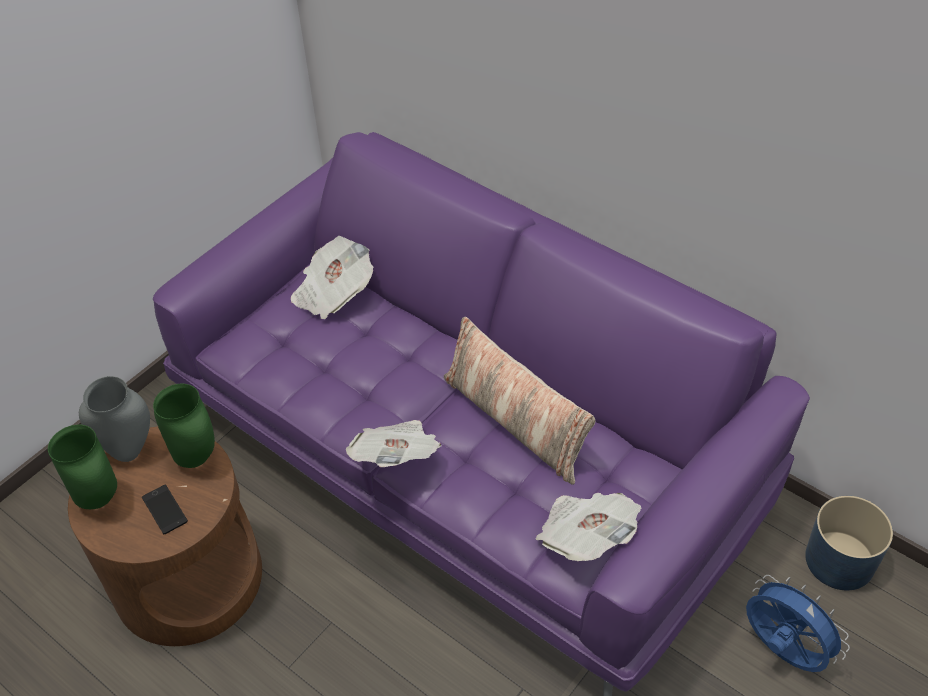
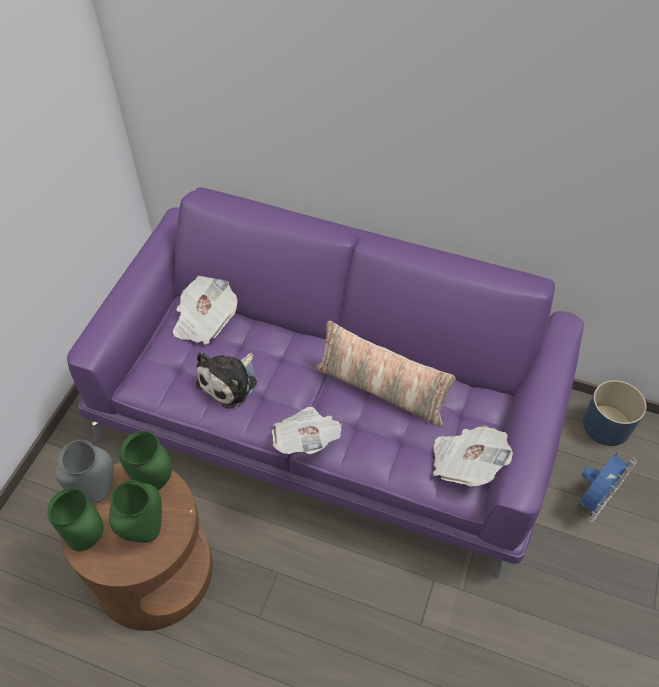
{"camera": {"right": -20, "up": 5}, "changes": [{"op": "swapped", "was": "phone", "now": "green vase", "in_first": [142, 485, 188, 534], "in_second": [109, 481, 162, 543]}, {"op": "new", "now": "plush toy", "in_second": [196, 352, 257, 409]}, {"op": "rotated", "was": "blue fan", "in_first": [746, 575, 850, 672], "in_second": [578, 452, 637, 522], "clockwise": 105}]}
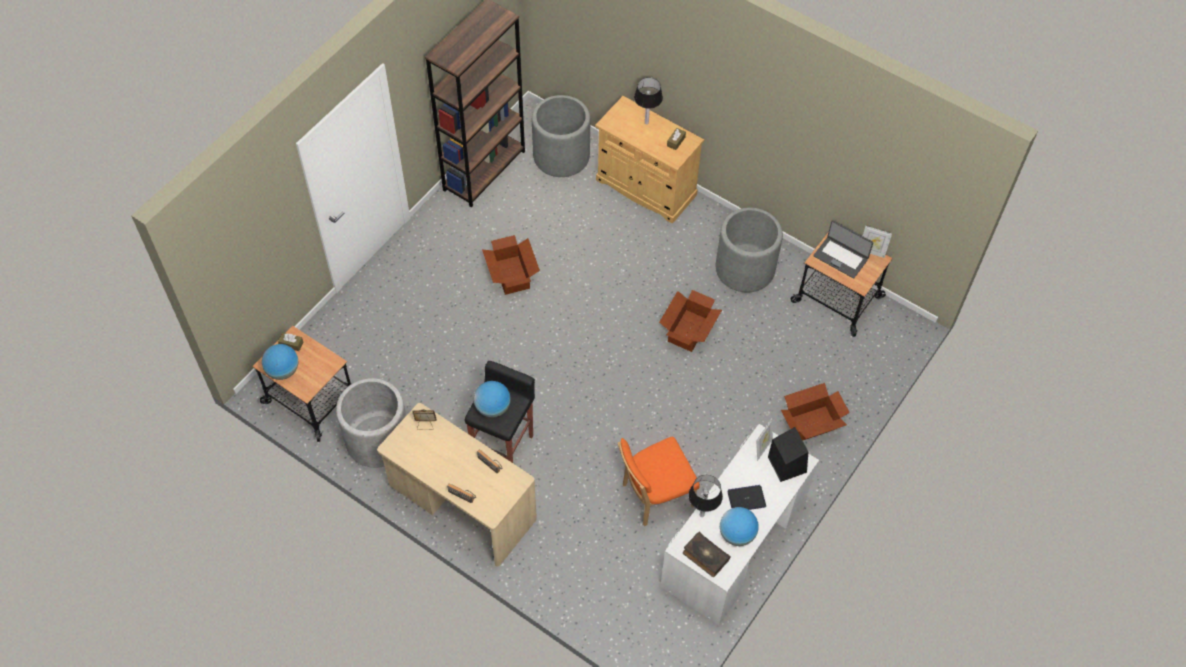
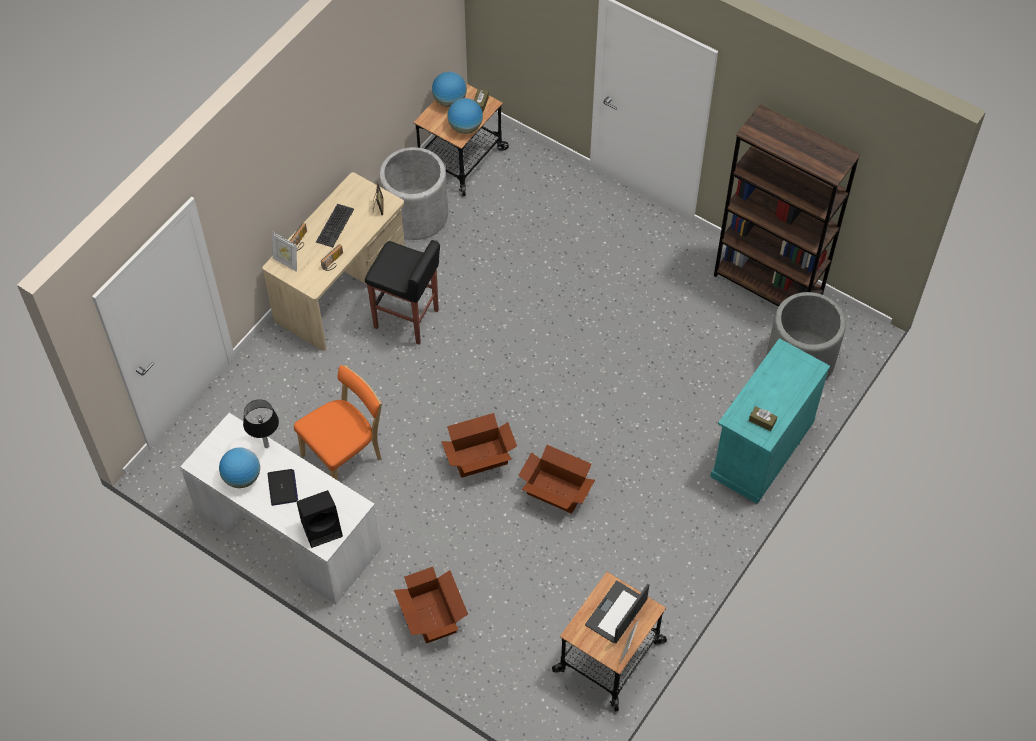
{"camera": {"right": 90, "up": 0}, "changes": [{"op": "shifted", "was": "picture frame", "in_first": [756, 419, 773, 461], "in_second": [272, 232, 297, 272]}, {"op": "rotated", "was": "orange chair", "in_first": [618, 437, 700, 526], "in_second": [294, 365, 382, 480], "clockwise": 75}, {"op": "new", "now": "keyboard", "in_second": [316, 204, 354, 247]}, {"op": "shifted", "was": "cardboard box", "in_first": [482, 235, 540, 295], "in_second": [441, 413, 517, 478]}, {"op": "shifted", "was": "globe", "in_first": [474, 381, 511, 418], "in_second": [448, 98, 483, 134]}, {"op": "repainted", "was": "beige cabinet", "now": "turquoise cabinet", "in_first": [595, 96, 704, 224], "in_second": [710, 338, 830, 504]}, {"op": "gone", "was": "table lamp", "in_first": [634, 77, 663, 124]}, {"op": "gone", "was": "book", "in_first": [683, 532, 731, 577]}, {"op": "gone", "was": "grey planter", "in_first": [716, 208, 783, 292]}]}
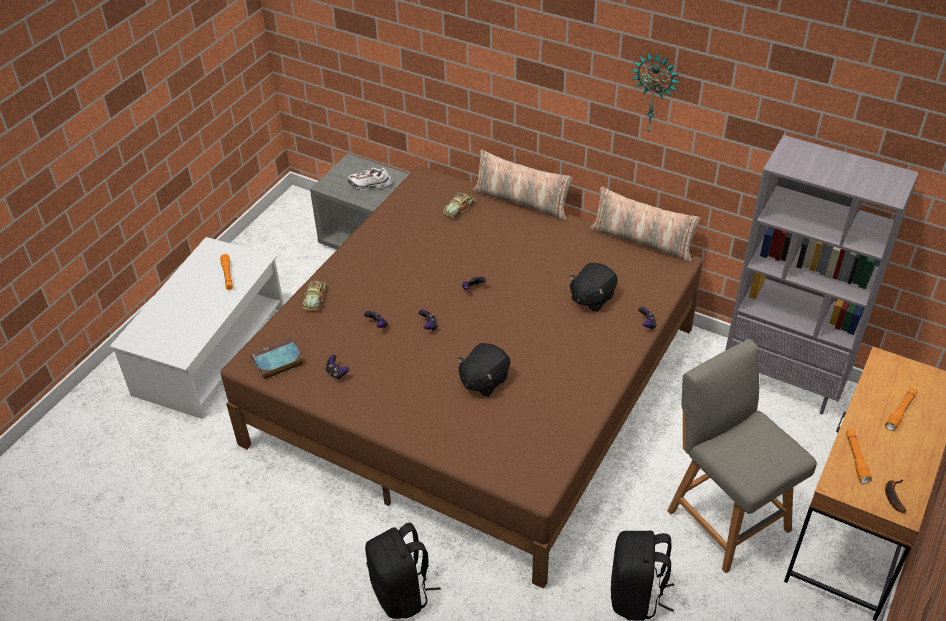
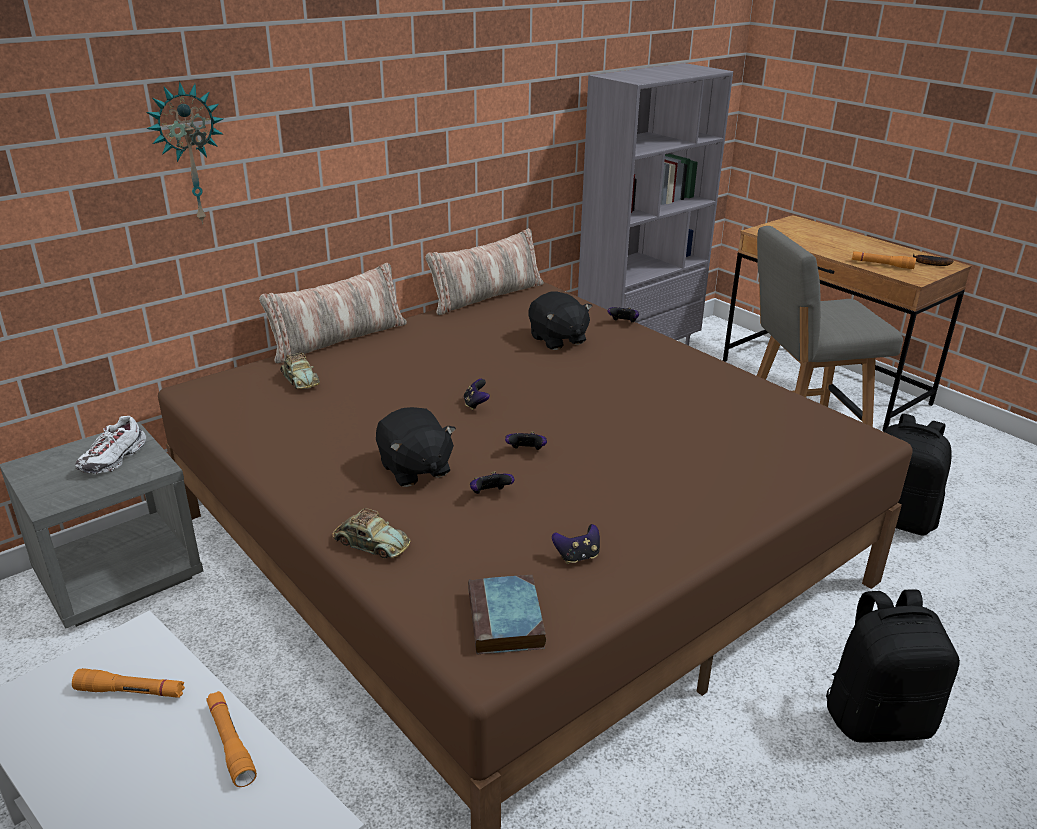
{"camera": {"right": -70, "up": -15}, "changes": [{"op": "shifted", "was": "wall clock", "in_first": [632, 52, 680, 134], "in_second": [146, 81, 223, 224]}, {"op": "shifted", "was": "orange flashlight", "in_first": [885, 387, 918, 431], "in_second": [206, 691, 257, 787]}, {"op": "shifted", "was": "black plush toy", "in_first": [457, 343, 511, 397], "in_second": [376, 407, 456, 487]}]}
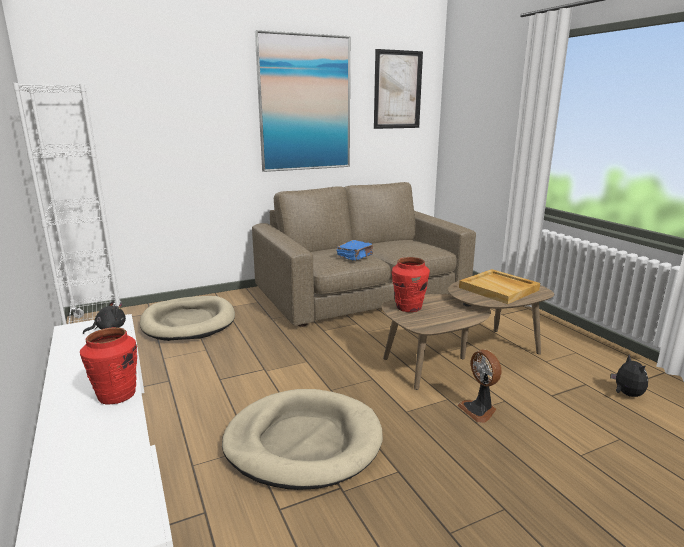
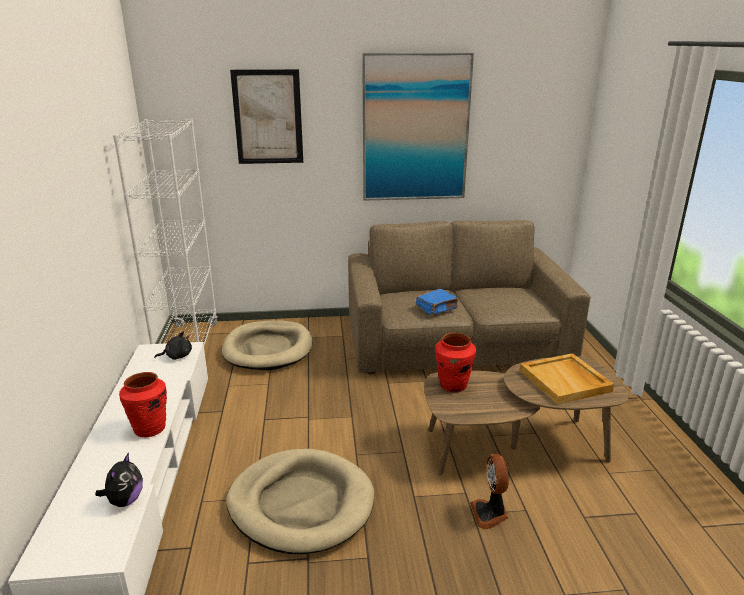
{"camera": {"right": 20, "up": 5}, "changes": [{"op": "shifted", "was": "plush toy", "in_first": [611, 355, 648, 397], "in_second": [95, 452, 143, 507]}, {"op": "shifted", "was": "picture", "in_first": [374, 49, 423, 129], "in_second": [230, 69, 303, 164]}]}
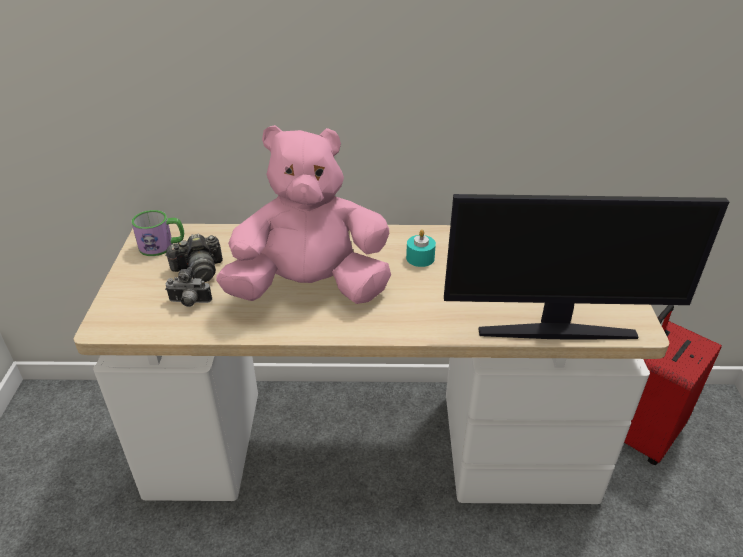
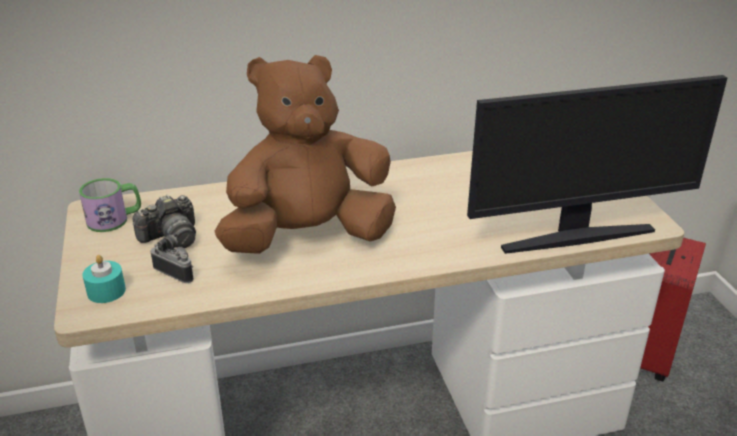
{"camera": {"right": -15, "up": -5}, "changes": [{"op": "shifted", "was": "turquoise candle", "in_first": [406, 230, 436, 267], "in_second": [82, 255, 126, 303]}, {"op": "rotated", "was": "photo camera", "in_first": [165, 267, 212, 307], "in_second": [151, 233, 194, 283], "clockwise": -135}, {"op": "repainted", "was": "pink plush toy", "now": "brown plush toy", "in_first": [216, 125, 391, 304], "in_second": [215, 55, 396, 254]}]}
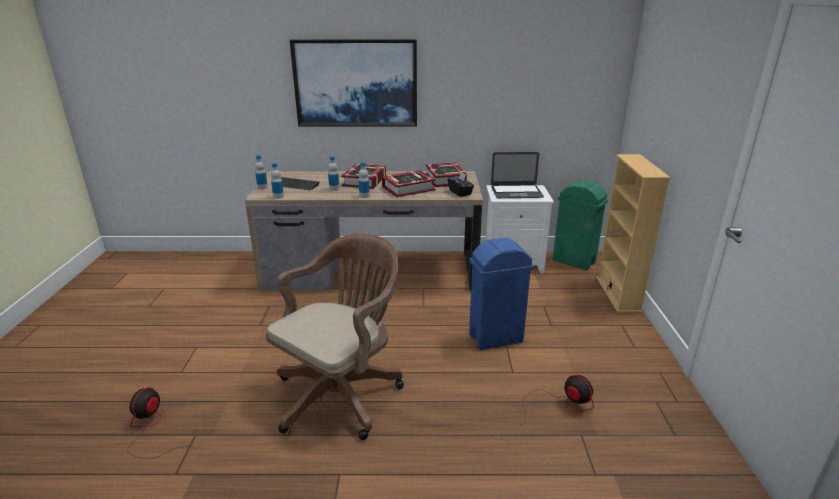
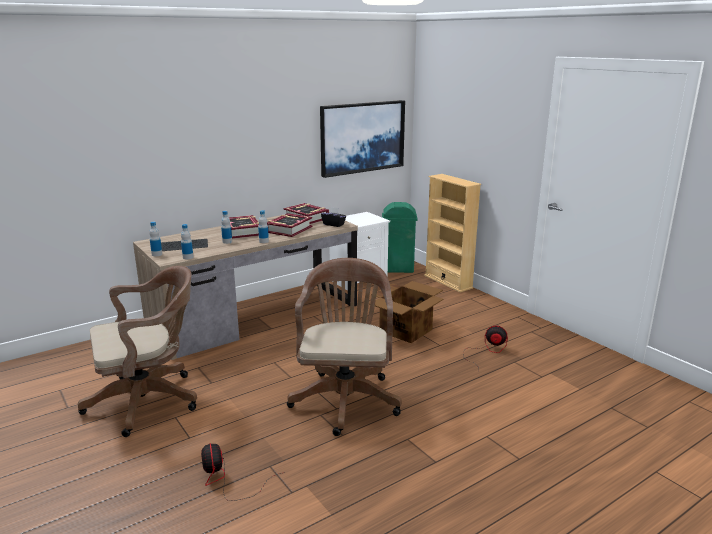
{"camera": {"right": -35, "up": -5}, "changes": [{"op": "new", "now": "brown office chair", "in_second": [78, 266, 197, 437]}, {"op": "shifted", "was": "picture", "in_first": [290, 39, 417, 127], "in_second": [320, 100, 405, 178]}, {"op": "swapped", "was": "blue trash can", "now": "cardboard box", "in_first": [469, 238, 534, 350], "in_second": [369, 281, 444, 343]}, {"op": "gone", "was": "laptop", "in_first": [491, 152, 544, 198]}]}
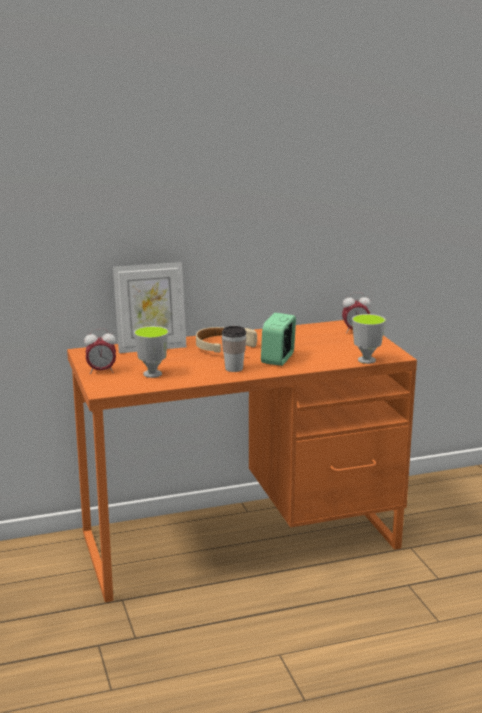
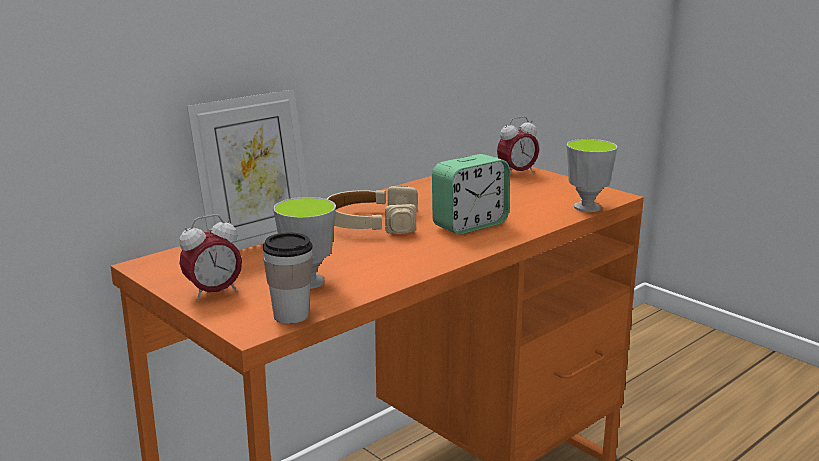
{"camera": {"right": -25, "up": 0}, "changes": [{"op": "shifted", "was": "cup", "in_first": [222, 326, 246, 372], "in_second": [263, 232, 313, 324]}, {"op": "rotated", "was": "alarm clock", "in_first": [261, 313, 296, 366], "in_second": [432, 154, 510, 234], "clockwise": -120}]}
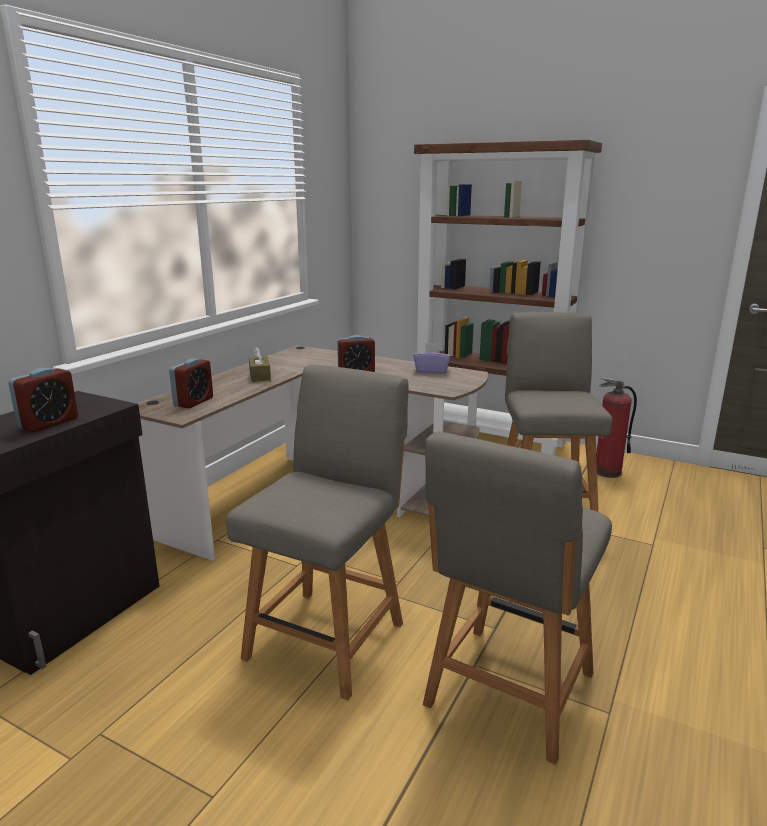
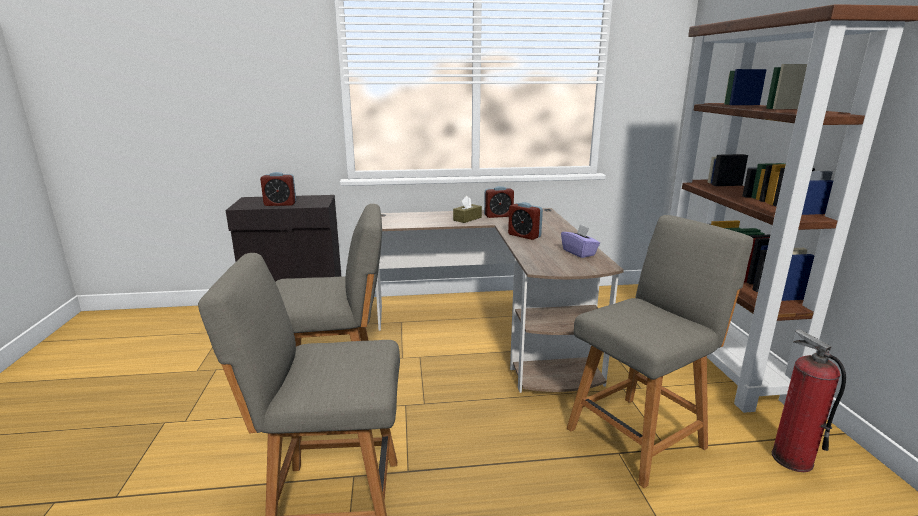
{"camera": {"right": 55, "up": 0}, "changes": [{"op": "shifted", "was": "alarm clock", "in_first": [169, 359, 213, 408], "in_second": [484, 186, 514, 218]}]}
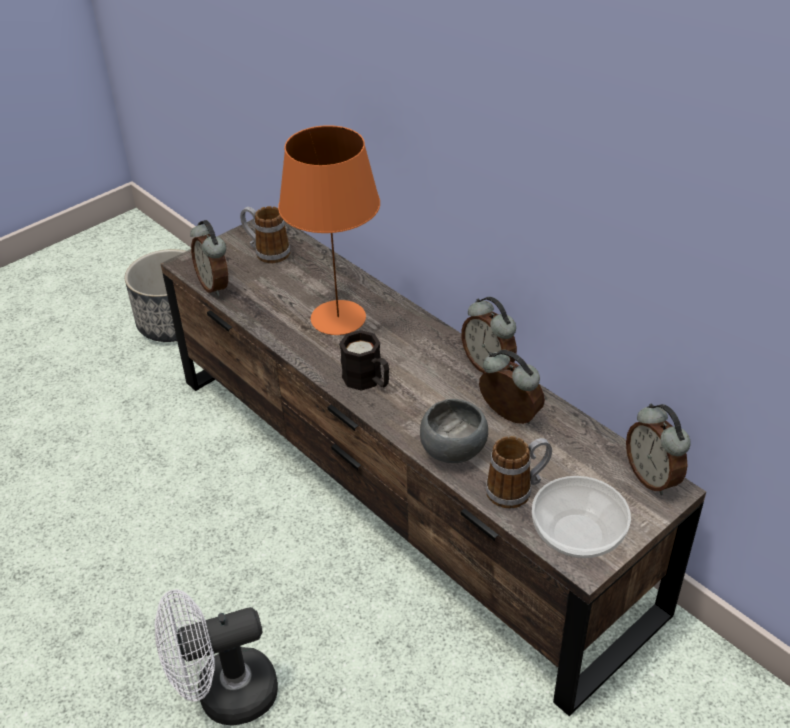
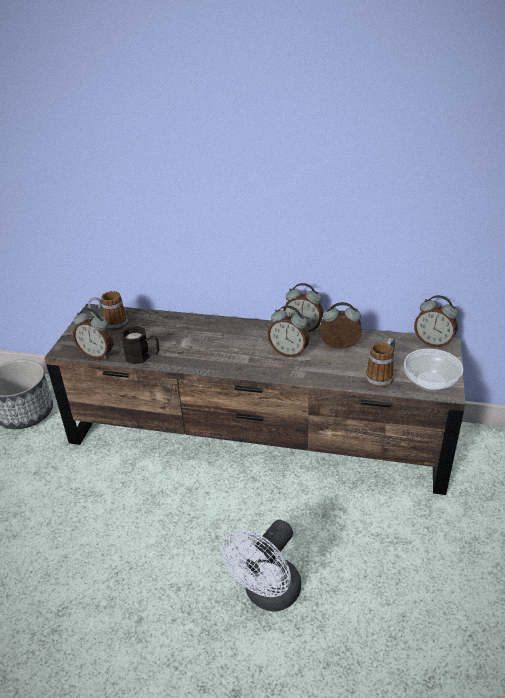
{"camera": {"right": -35, "up": -5}, "changes": [{"op": "shifted", "was": "black mug", "in_first": [339, 330, 389, 391], "in_second": [121, 326, 159, 364]}, {"op": "new", "now": "alarm clock", "in_second": [267, 305, 310, 358]}, {"op": "gone", "was": "orange table lamp", "in_first": [278, 125, 380, 335]}, {"op": "gone", "was": "grey bowl", "in_first": [420, 399, 488, 463]}]}
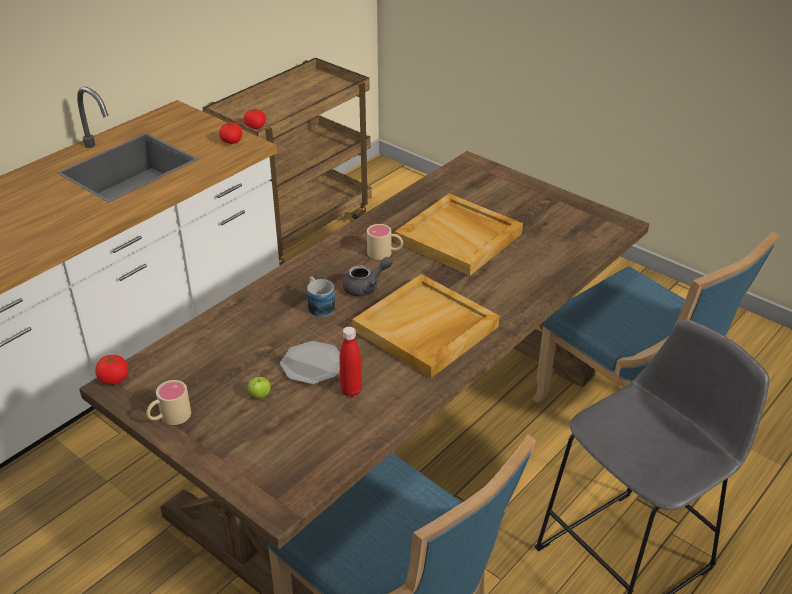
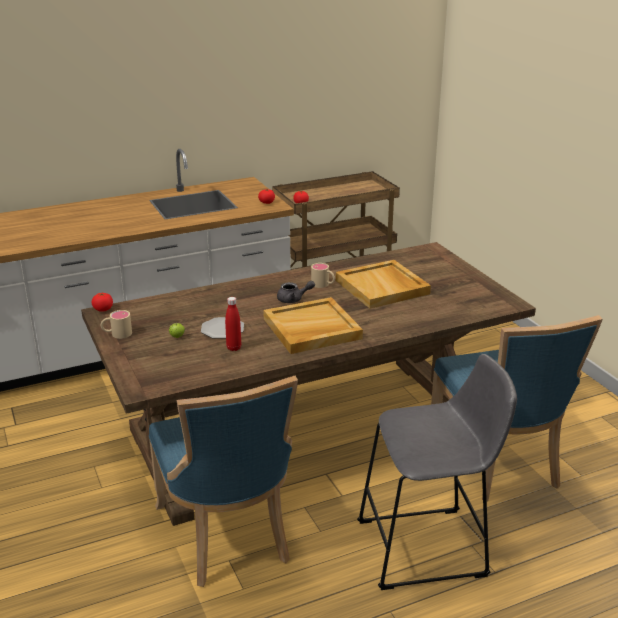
{"camera": {"right": 25, "up": -10}, "changes": [{"op": "gone", "was": "mug", "in_first": [307, 276, 335, 317]}]}
